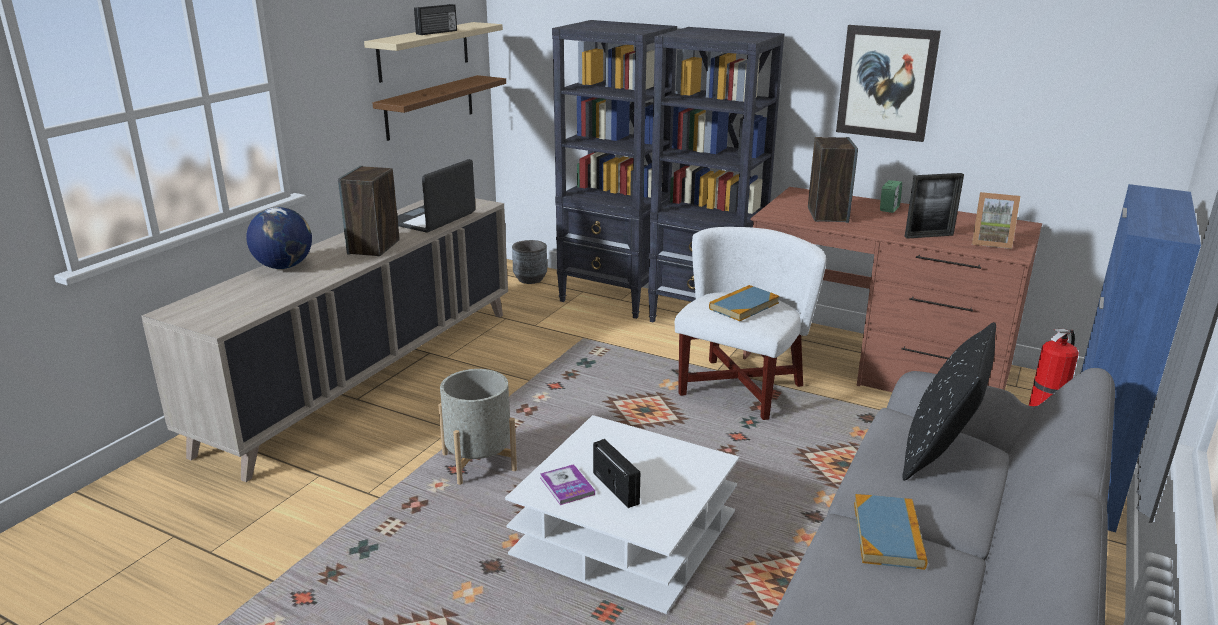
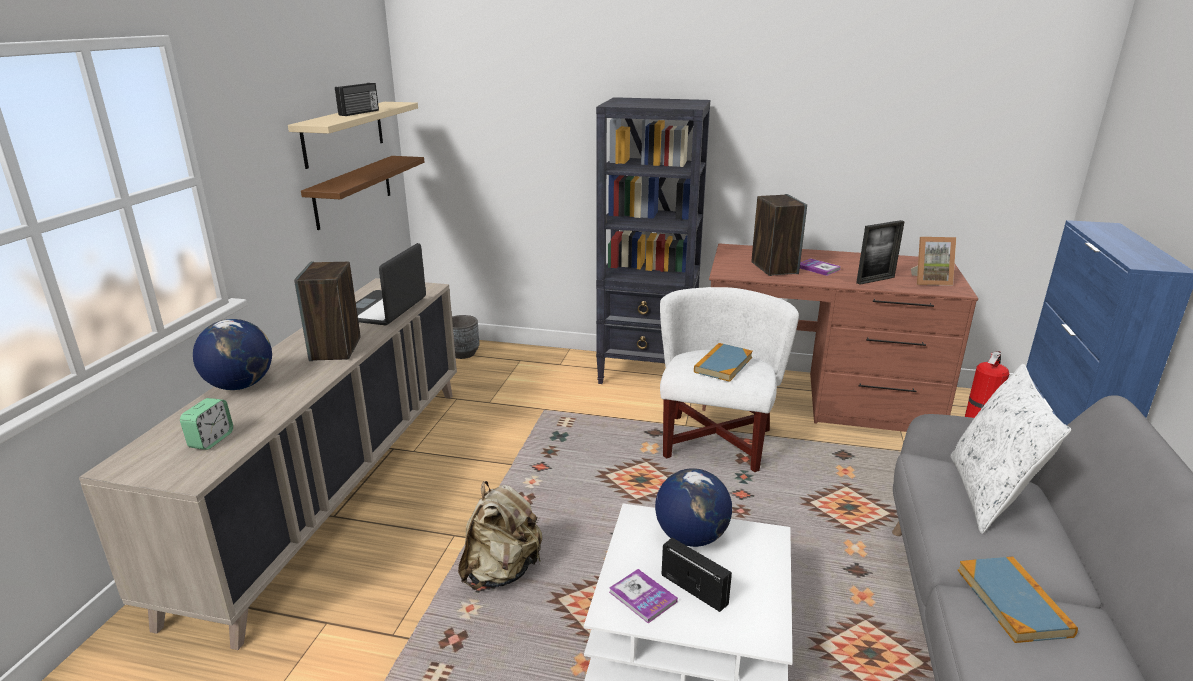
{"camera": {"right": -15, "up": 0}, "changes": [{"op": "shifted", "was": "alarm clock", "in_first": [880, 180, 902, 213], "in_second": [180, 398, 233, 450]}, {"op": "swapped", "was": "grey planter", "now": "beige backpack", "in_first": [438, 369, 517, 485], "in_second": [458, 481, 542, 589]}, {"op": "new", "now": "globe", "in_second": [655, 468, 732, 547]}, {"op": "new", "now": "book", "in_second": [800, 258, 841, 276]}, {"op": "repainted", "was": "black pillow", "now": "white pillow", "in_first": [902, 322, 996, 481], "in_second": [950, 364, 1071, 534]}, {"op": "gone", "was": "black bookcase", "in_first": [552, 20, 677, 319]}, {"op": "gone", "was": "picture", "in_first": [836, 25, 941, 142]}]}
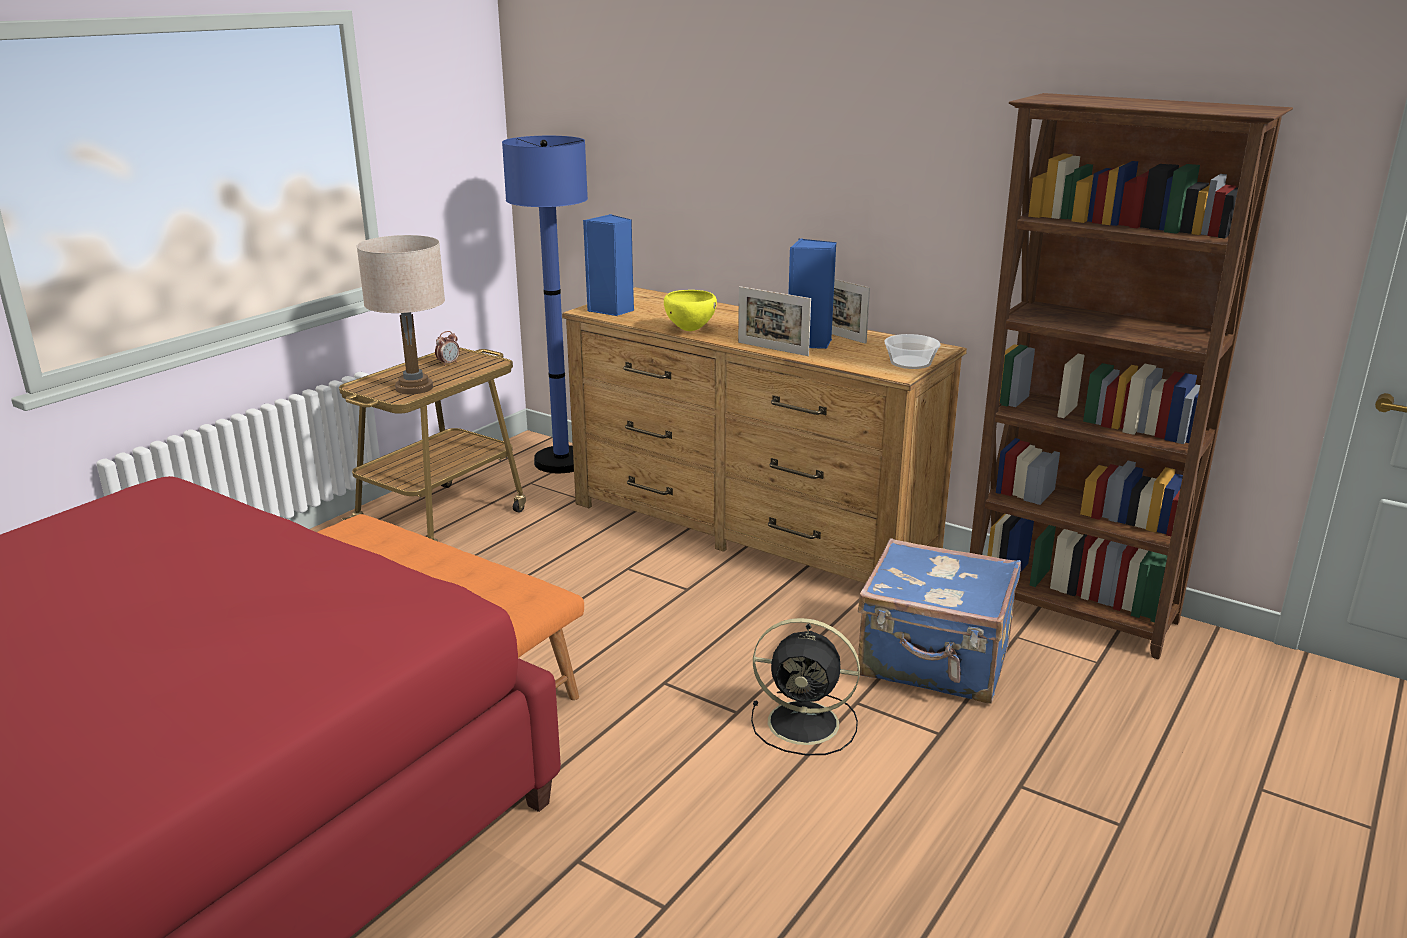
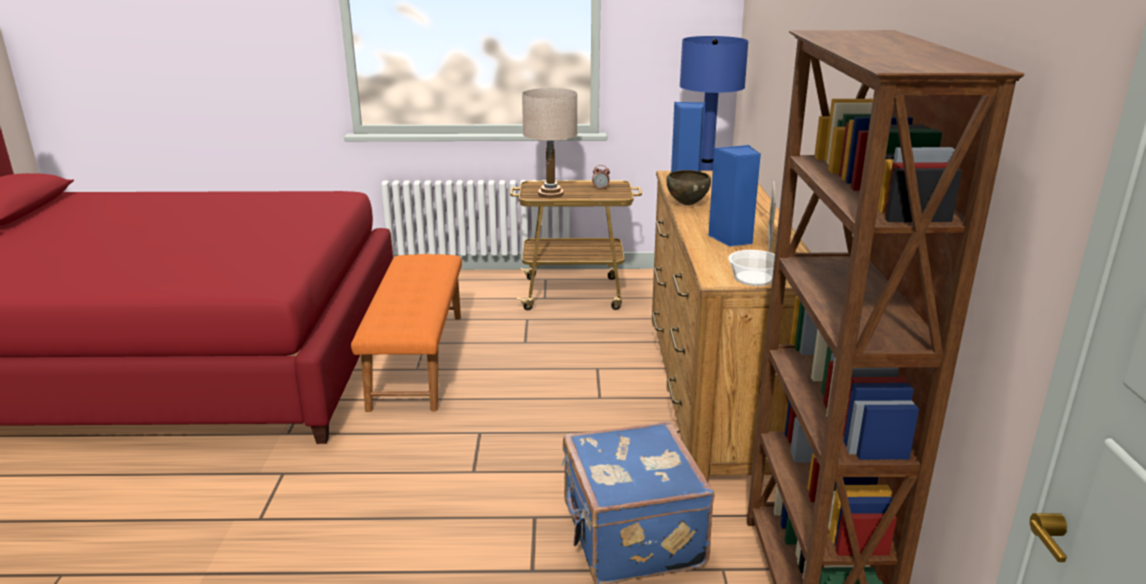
{"camera": {"right": 55, "up": 0}, "changes": [{"op": "repainted", "was": "yellow bowl", "now": "brown bowl", "in_first": [664, 290, 717, 331], "in_second": [667, 170, 711, 205]}, {"op": "gone", "was": "picture frame", "in_first": [738, 286, 811, 356]}, {"op": "gone", "was": "black fan", "in_first": [751, 618, 860, 755]}]}
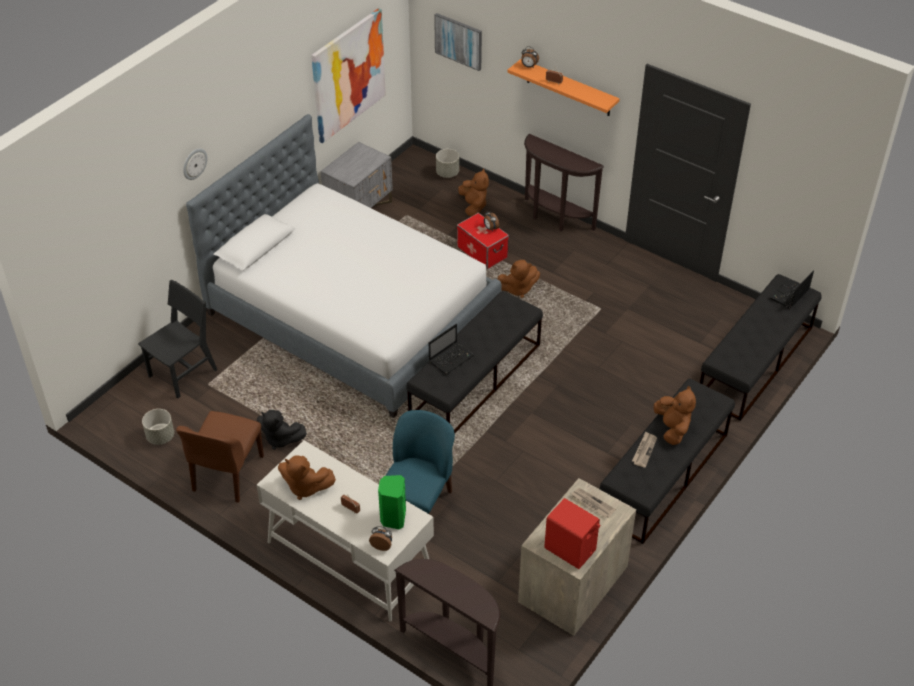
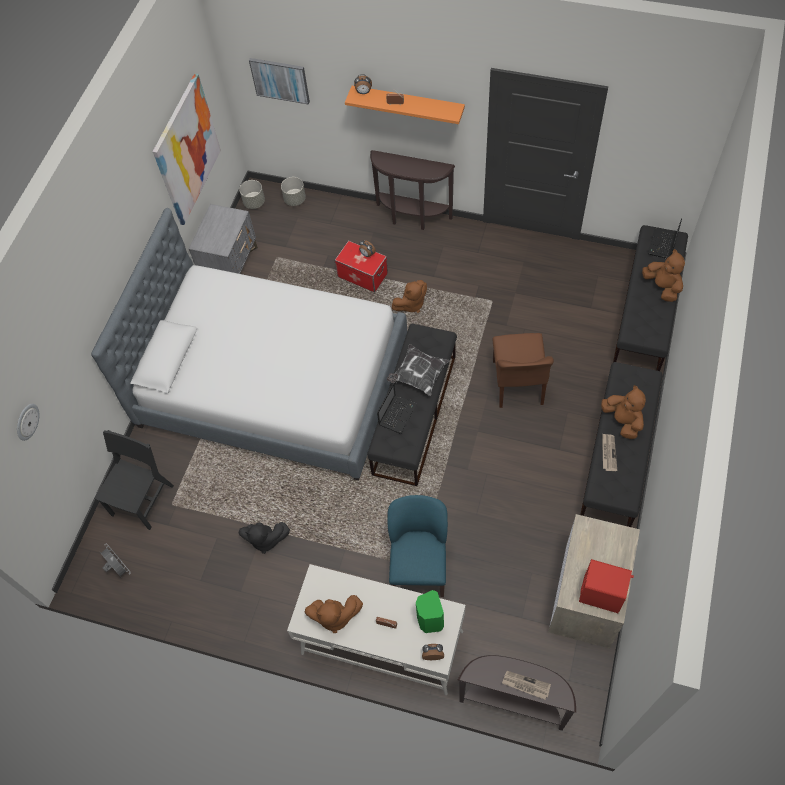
{"camera": {"right": -15, "up": 15}, "changes": [{"op": "shifted", "was": "wall clock", "in_first": [183, 148, 207, 180], "in_second": [17, 404, 39, 441]}, {"op": "new", "now": "grey fan", "in_second": [99, 543, 131, 578]}, {"op": "shifted", "was": "grey planter", "in_first": [142, 409, 174, 445], "in_second": [239, 180, 265, 209]}, {"op": "new", "now": "pillow", "in_second": [387, 344, 450, 396]}, {"op": "shifted", "was": "brown chair", "in_first": [176, 411, 264, 503], "in_second": [492, 333, 554, 408]}, {"op": "shifted", "was": "newspaper", "in_first": [571, 488, 616, 518], "in_second": [502, 671, 551, 699]}, {"op": "shifted", "was": "brown plush toy", "in_first": [458, 169, 489, 216], "in_second": [642, 249, 685, 302]}]}
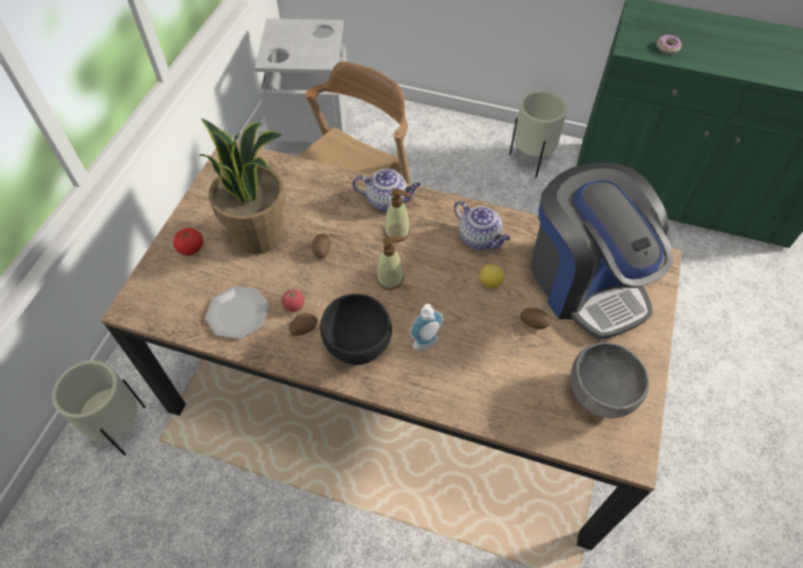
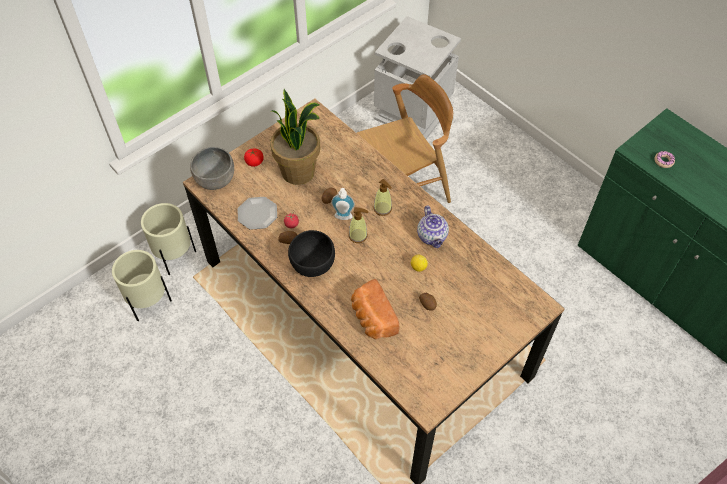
{"camera": {"right": 30, "up": 0}, "changes": [{"op": "shifted", "was": "beige planter", "in_first": [509, 91, 567, 178], "in_second": [112, 250, 172, 321]}, {"op": "shifted", "was": "grey bowl", "in_first": [571, 342, 649, 419], "in_second": [190, 147, 234, 190]}, {"op": "shifted", "was": "soap dispenser", "in_first": [410, 304, 443, 350], "in_second": [331, 188, 355, 220]}, {"op": "new", "now": "bread", "in_second": [351, 279, 400, 339]}, {"op": "gone", "was": "teapot", "in_first": [352, 169, 421, 211]}, {"op": "gone", "was": "coffee machine", "in_first": [531, 163, 673, 339]}]}
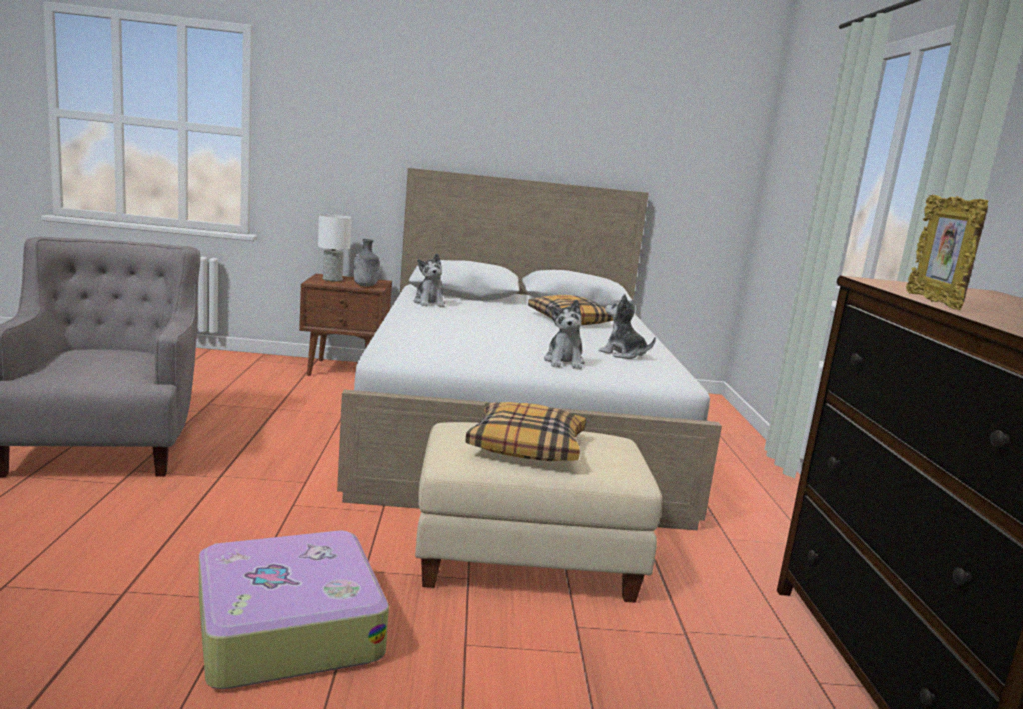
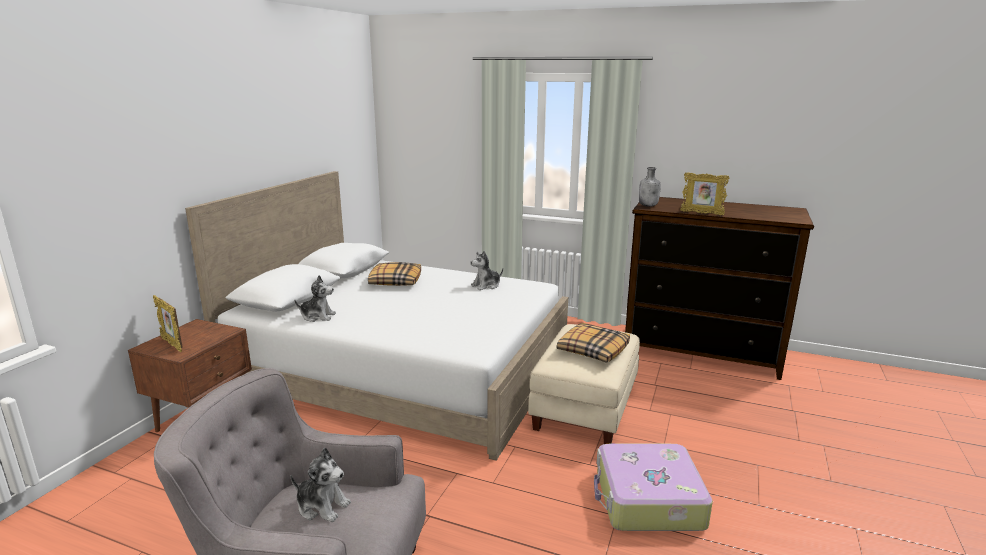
{"camera": {"right": -65, "up": 5}, "changes": [{"op": "swapped", "was": "white table lamp", "now": "picture frame", "in_first": [318, 214, 352, 281], "in_second": [153, 295, 183, 352]}, {"op": "shifted", "was": "plush toy", "in_first": [544, 300, 585, 369], "in_second": [291, 447, 351, 522]}, {"op": "shifted", "was": "grey bottle", "in_first": [354, 239, 379, 287], "in_second": [639, 167, 661, 207]}]}
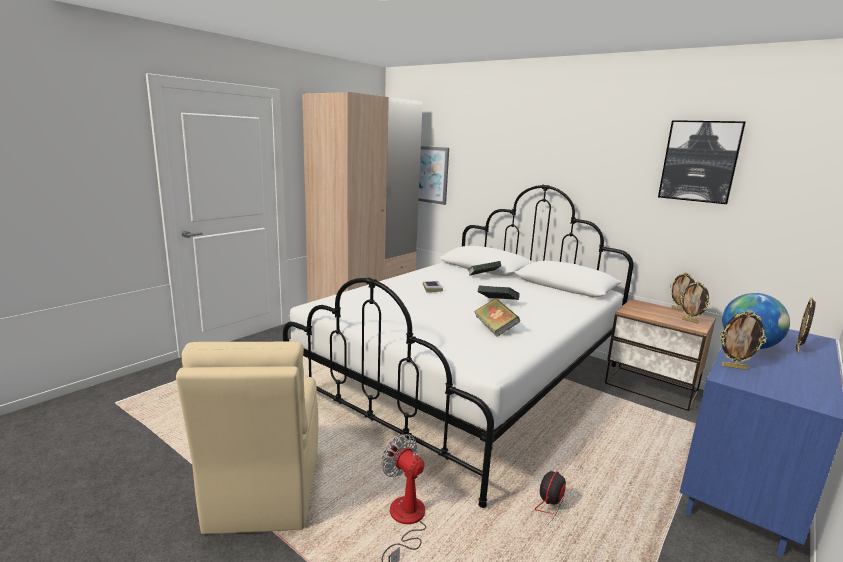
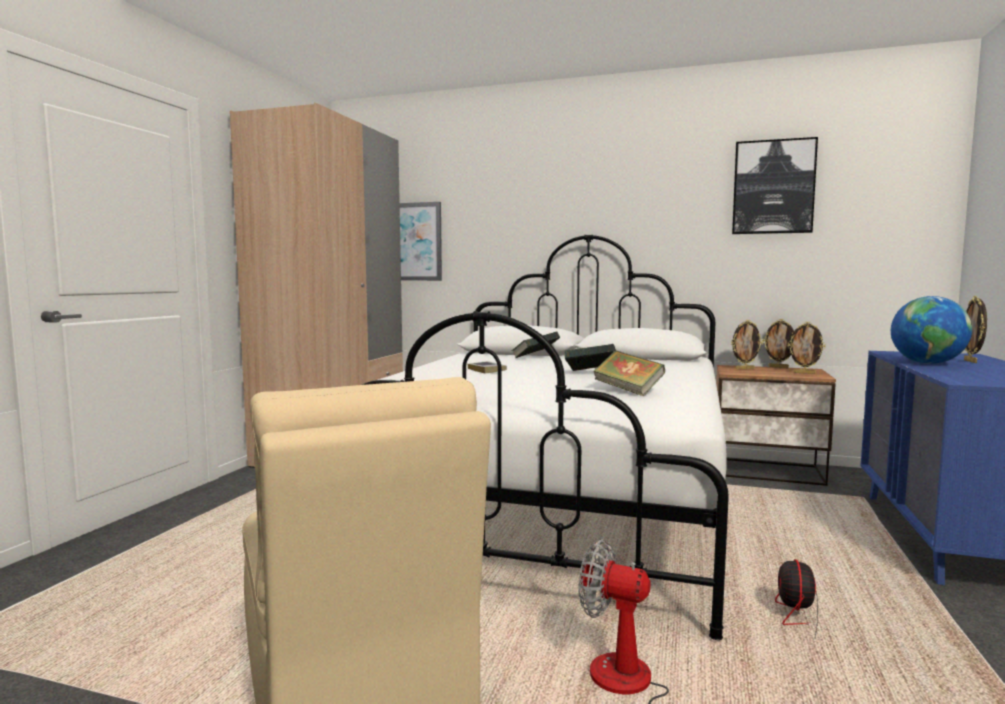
{"camera": {"right": -20, "up": -10}, "changes": [{"op": "shifted", "was": "picture frame", "in_first": [720, 310, 767, 370], "in_second": [731, 320, 763, 370]}]}
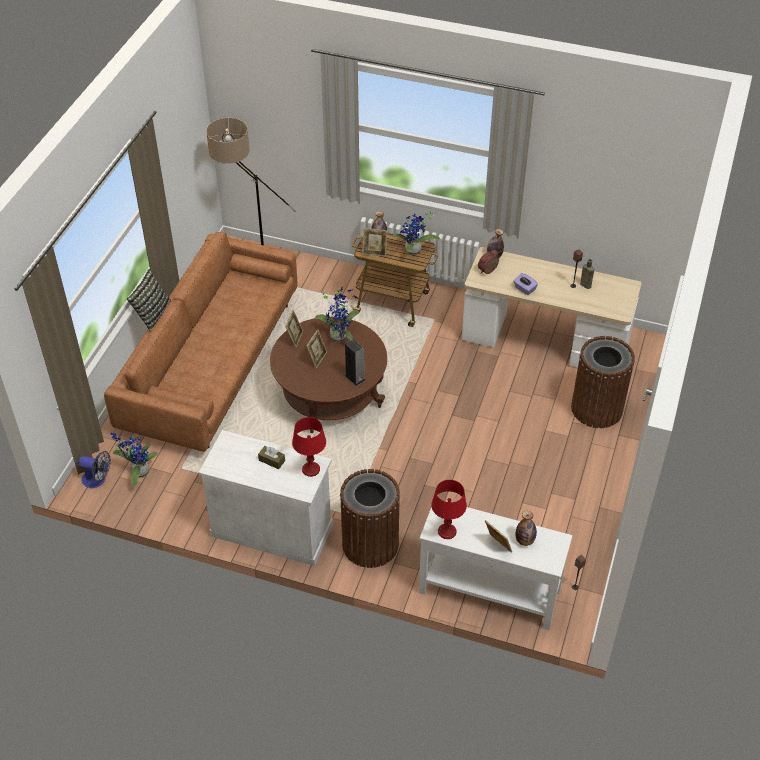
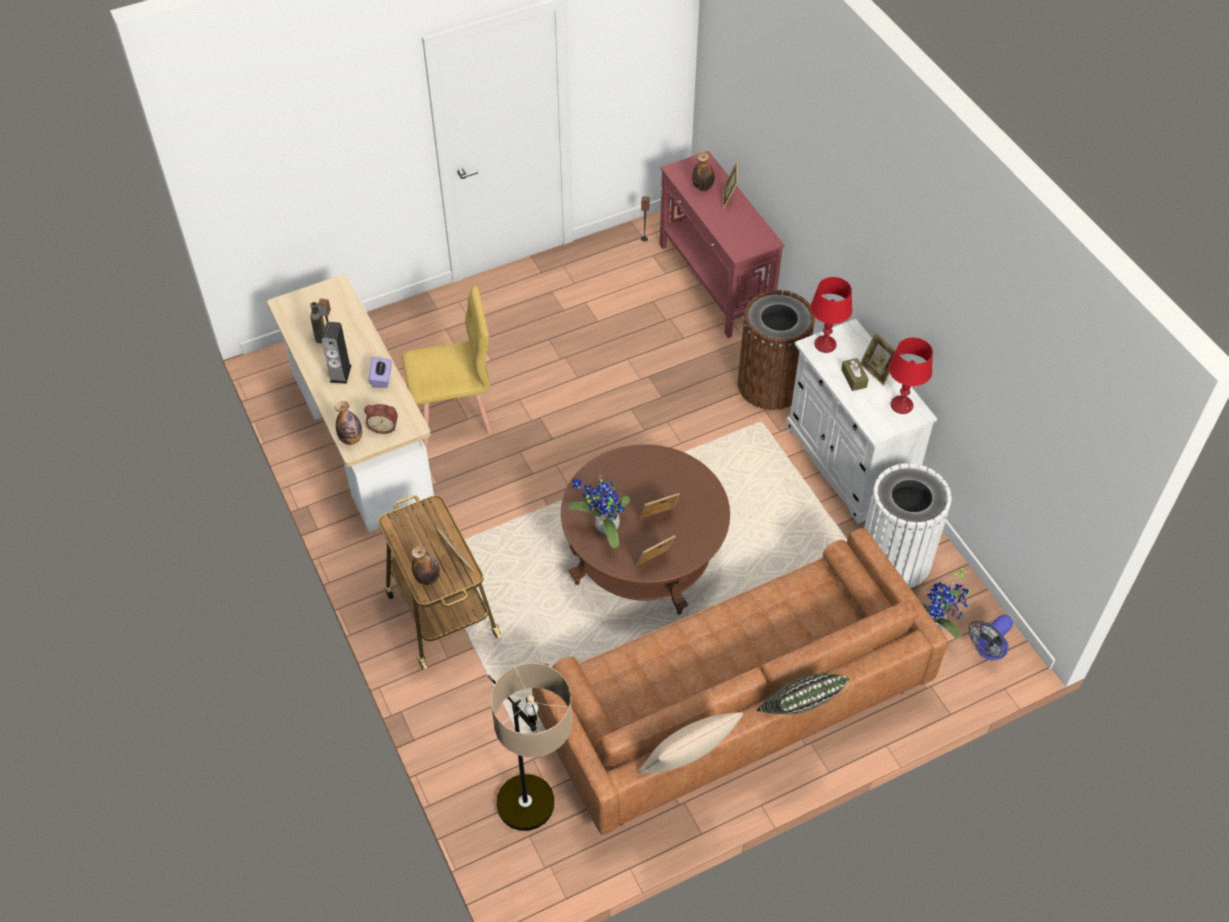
{"camera": {"right": -135, "up": 5}, "changes": [{"op": "shifted", "was": "speaker", "in_first": [345, 339, 365, 386], "in_second": [321, 322, 352, 384]}, {"op": "new", "now": "yellow chair", "in_second": [402, 286, 492, 445]}, {"op": "new", "now": "beige pillow", "in_second": [638, 712, 743, 774]}, {"op": "repainted", "was": "white console table", "now": "red console table", "in_first": [419, 501, 573, 630], "in_second": [660, 151, 785, 338]}, {"op": "new", "now": "picture frame", "in_second": [860, 332, 896, 386]}, {"op": "new", "now": "white trash can", "in_second": [864, 463, 951, 588]}, {"op": "shifted", "was": "red table lamp", "in_first": [431, 480, 467, 539], "in_second": [889, 337, 933, 414]}, {"op": "rotated", "was": "fan", "in_first": [78, 451, 111, 488], "in_second": [969, 615, 1013, 661], "clockwise": -105}, {"op": "gone", "was": "potted plant", "in_first": [392, 212, 440, 255]}, {"op": "gone", "was": "brown trash can", "in_first": [571, 336, 635, 428]}]}
